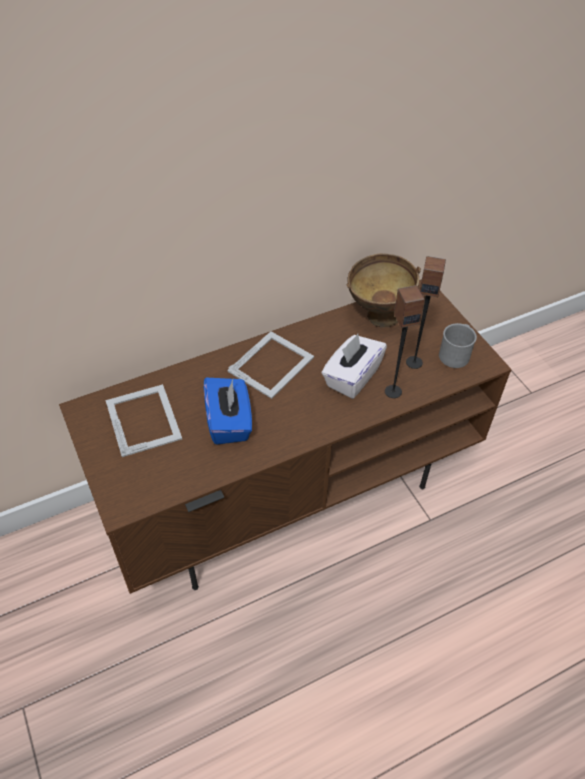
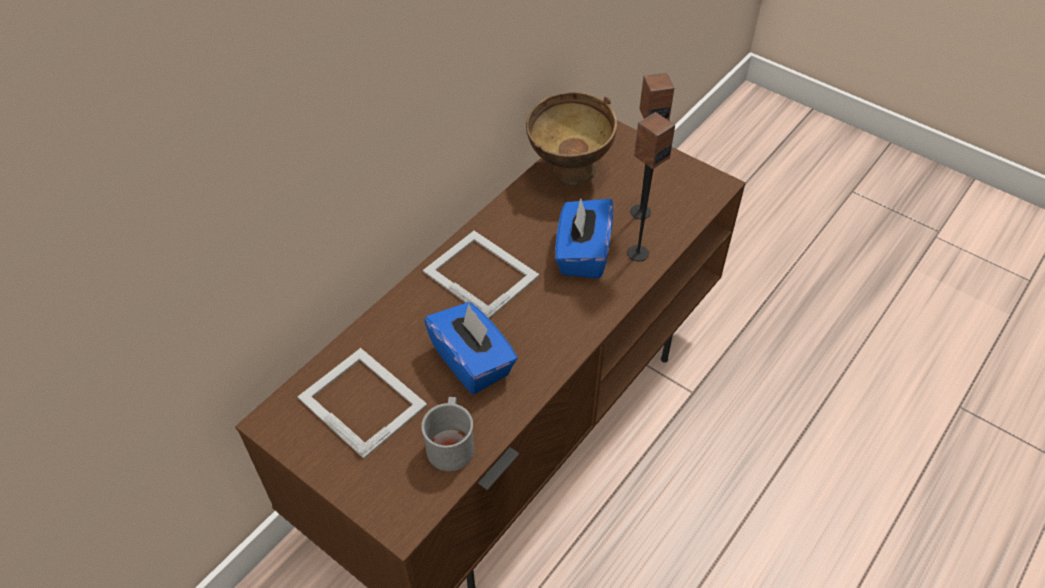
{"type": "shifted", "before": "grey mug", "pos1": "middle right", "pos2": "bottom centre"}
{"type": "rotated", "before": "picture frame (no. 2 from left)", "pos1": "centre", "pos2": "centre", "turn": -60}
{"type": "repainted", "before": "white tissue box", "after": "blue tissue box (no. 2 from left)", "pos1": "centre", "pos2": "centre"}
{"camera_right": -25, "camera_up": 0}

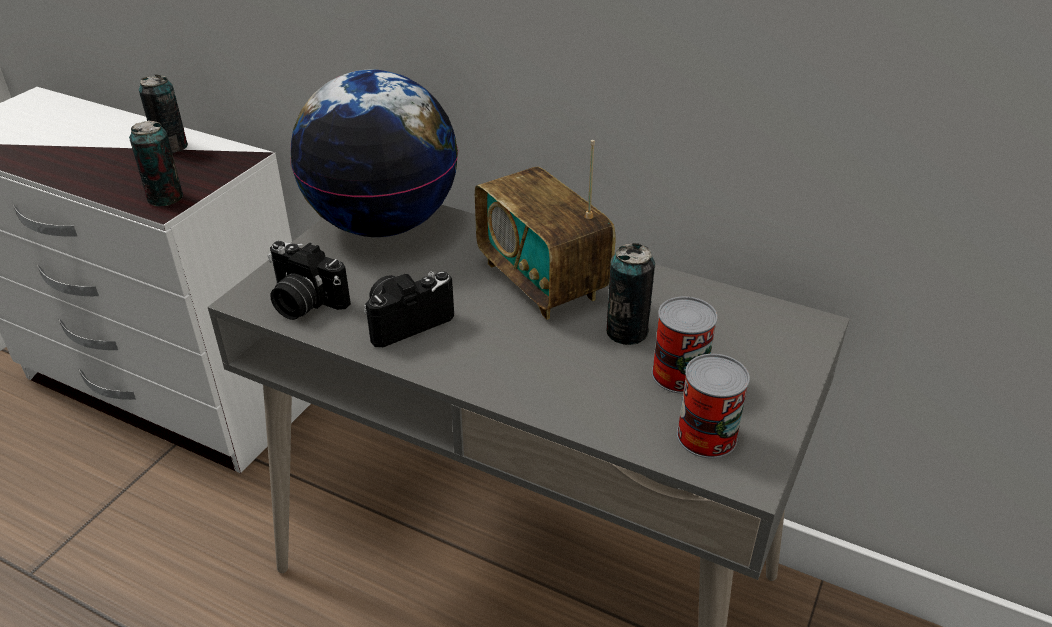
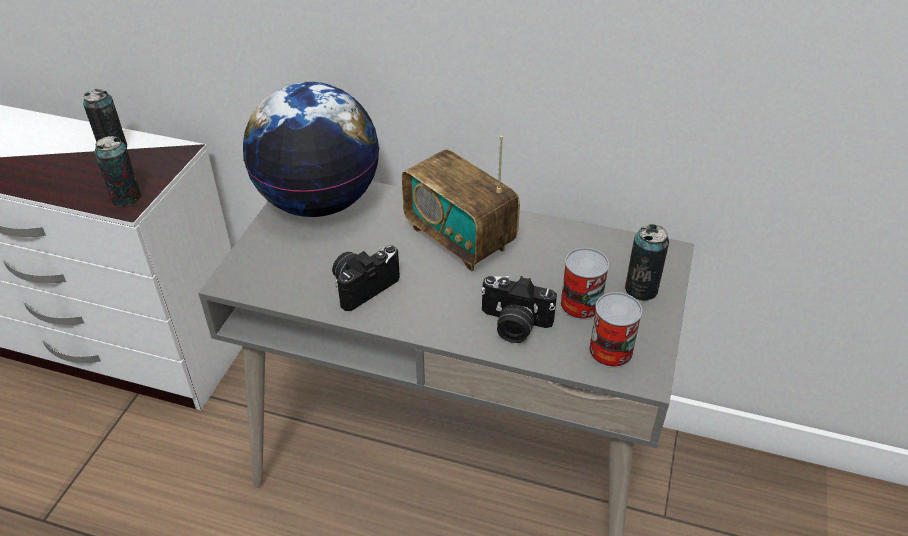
{"type": "shifted", "before": "photo camera (no. 1 from left in the first image)", "after": "photo camera (no. 2 from left)", "pos1": "middle left", "pos2": "centre"}
{"type": "shifted", "before": "can (no. 3 from left in the first image)", "after": "can (no. 5 from left)", "pos1": "centre", "pos2": "middle right"}
{"camera_right": -10, "camera_up": 5}

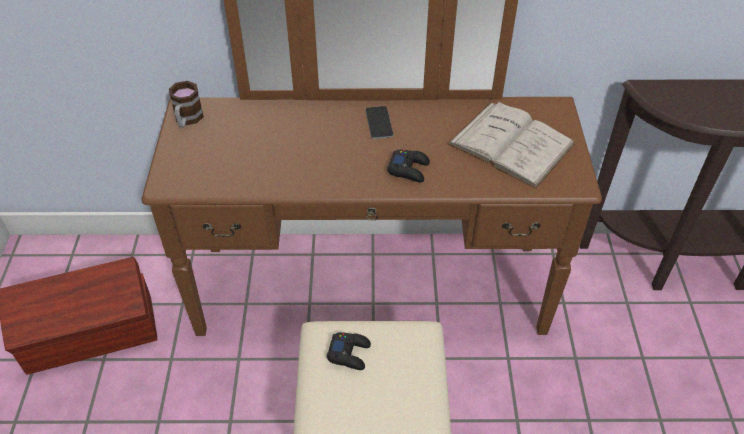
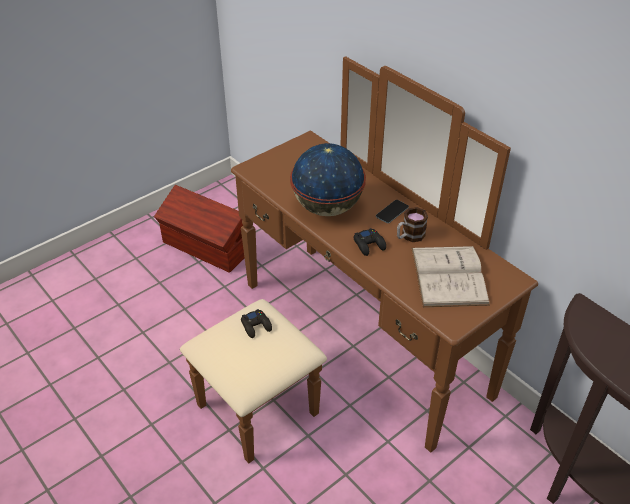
{"type": "new", "after": "globe", "pos2": "centre"}
{"type": "shifted", "before": "mug", "pos1": "top left", "pos2": "centre"}
{"camera_right": 50, "camera_up": -5}

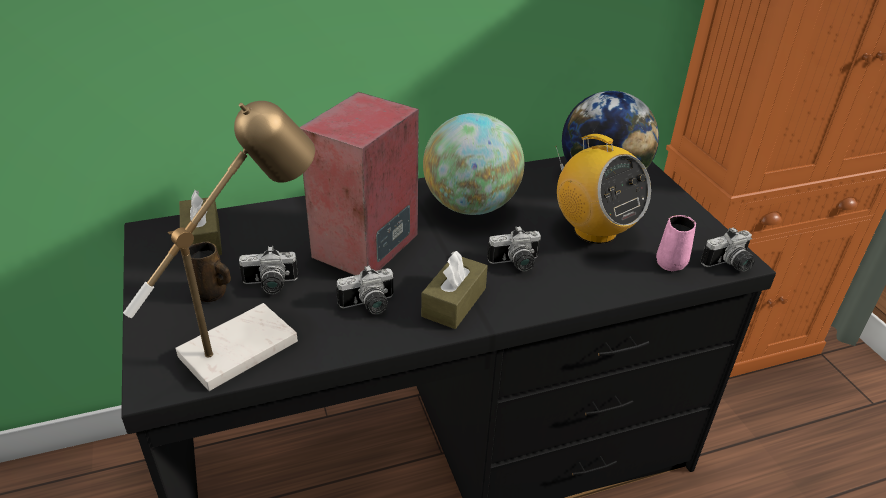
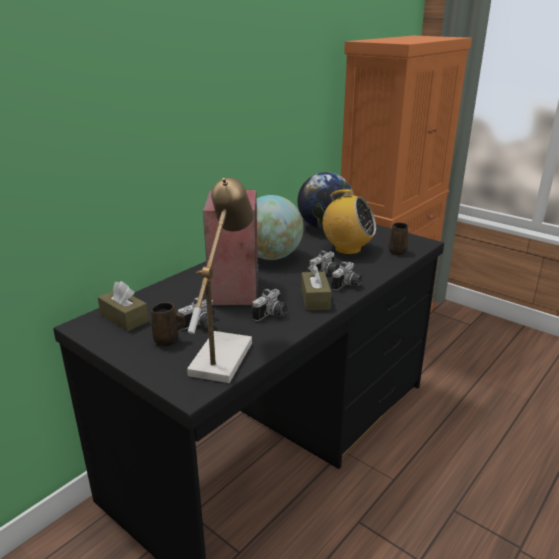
{"type": "shifted", "before": "photo camera (no. 4 from left)", "pos1": "middle right", "pos2": "centre"}
{"type": "repainted", "before": "pink mug", "after": "brown mug (no. 2 from left)", "pos1": "middle right", "pos2": "middle right"}
{"camera_right": -30, "camera_up": -10}

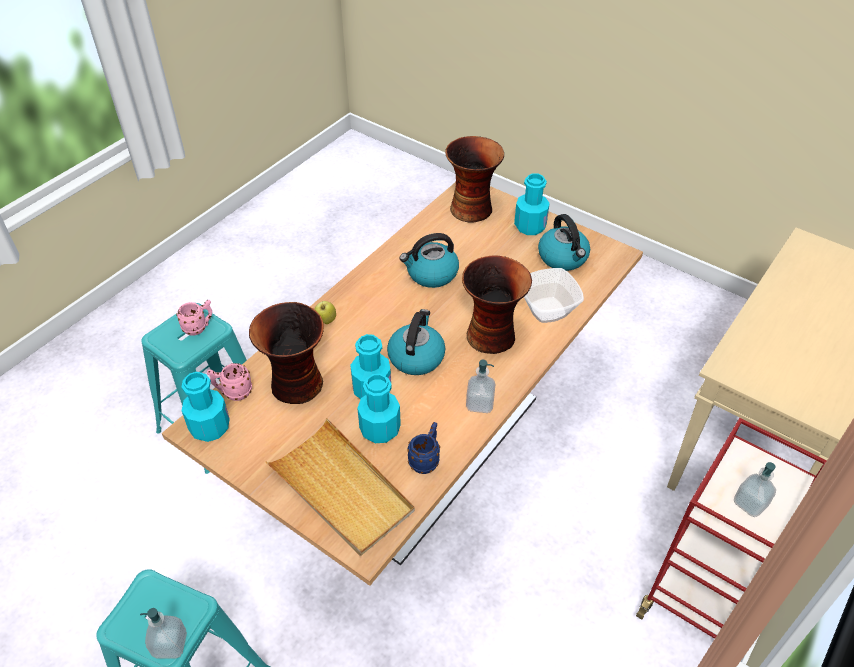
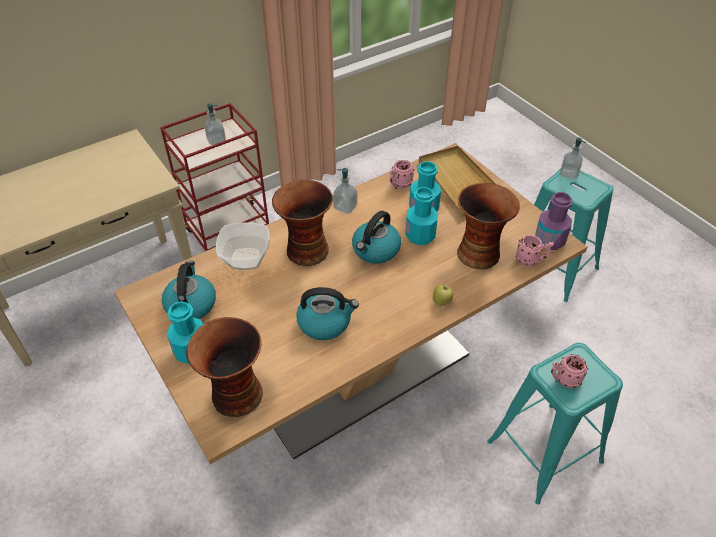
{"type": "repainted", "before": "blue mug", "after": "pink mug (no. 1 from left)", "pos1": "bottom centre", "pos2": "top centre"}
{"type": "repainted", "before": "turquoise bottle (no. 1 from left)", "after": "purple bottle", "pos1": "middle left", "pos2": "middle right"}
{"camera_right": -160, "camera_up": 0}

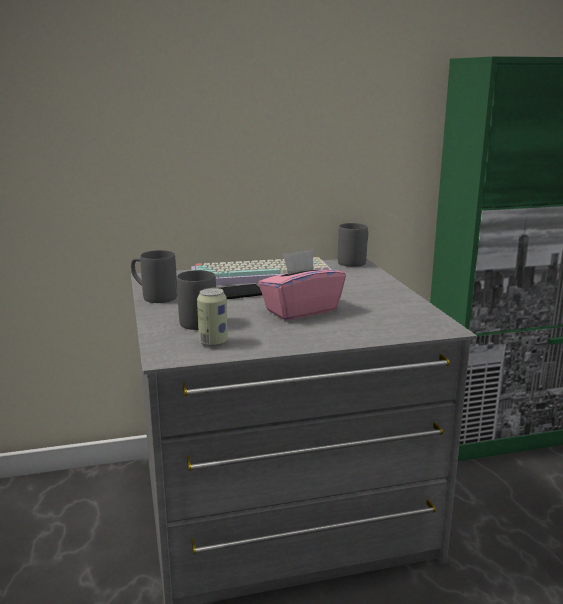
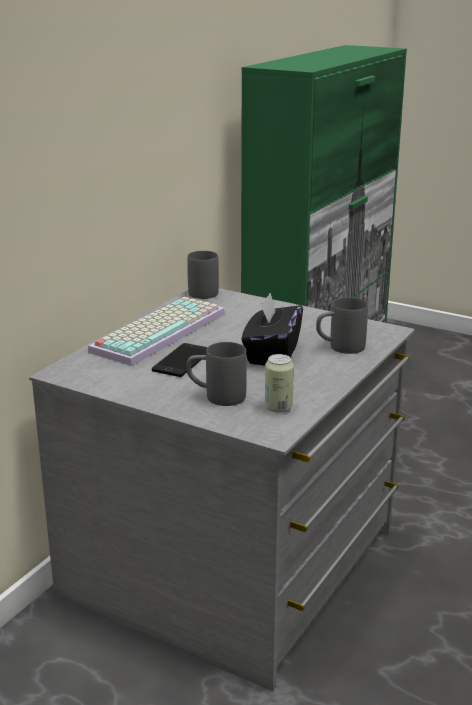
{"type": "repainted", "before": "pink tissue box", "after": "black tissue box", "pos1": "centre", "pos2": "centre"}
{"type": "shifted", "before": "grey mug (no. 1 from left in the first image)", "after": "grey mug (no. 3 from left)", "pos1": "middle left", "pos2": "middle right"}
{"camera_right": -45, "camera_up": 5}

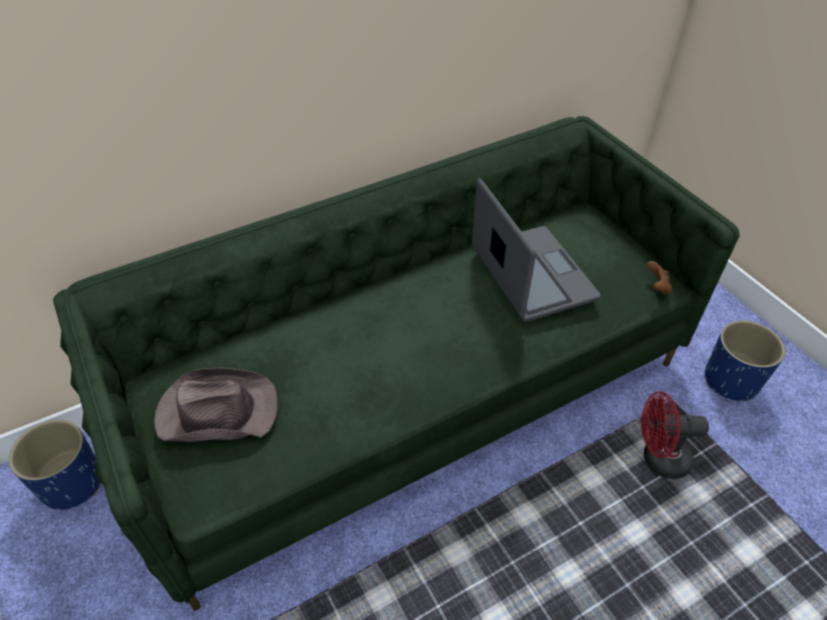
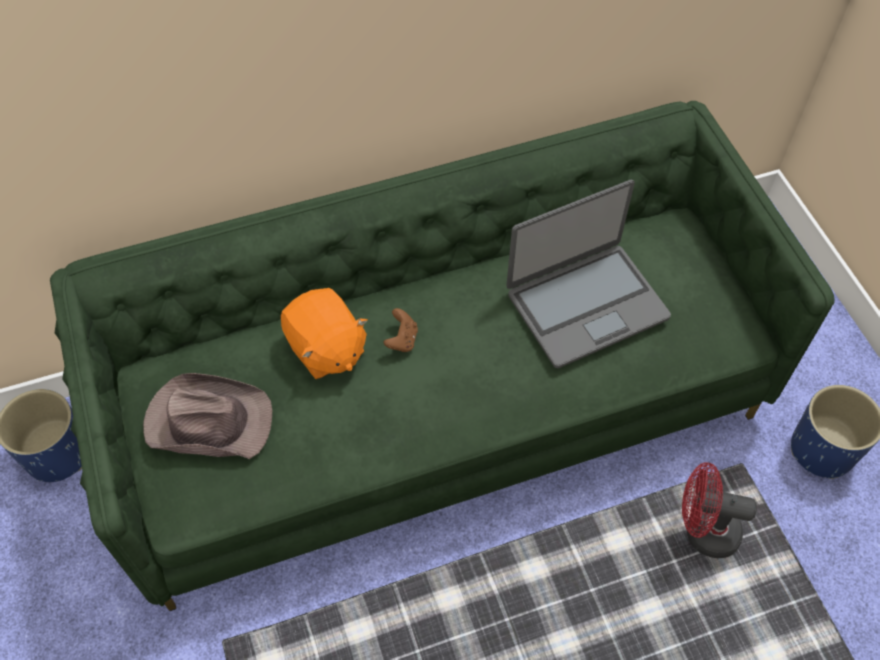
{"type": "new", "after": "orange plush toy", "pos2": "centre"}
{"type": "shifted", "before": "brown game controller", "pos1": "middle right", "pos2": "centre"}
{"type": "rotated", "before": "laptop", "pos1": "centre", "pos2": "middle right", "turn": 75}
{"camera_right": 10, "camera_up": 10}

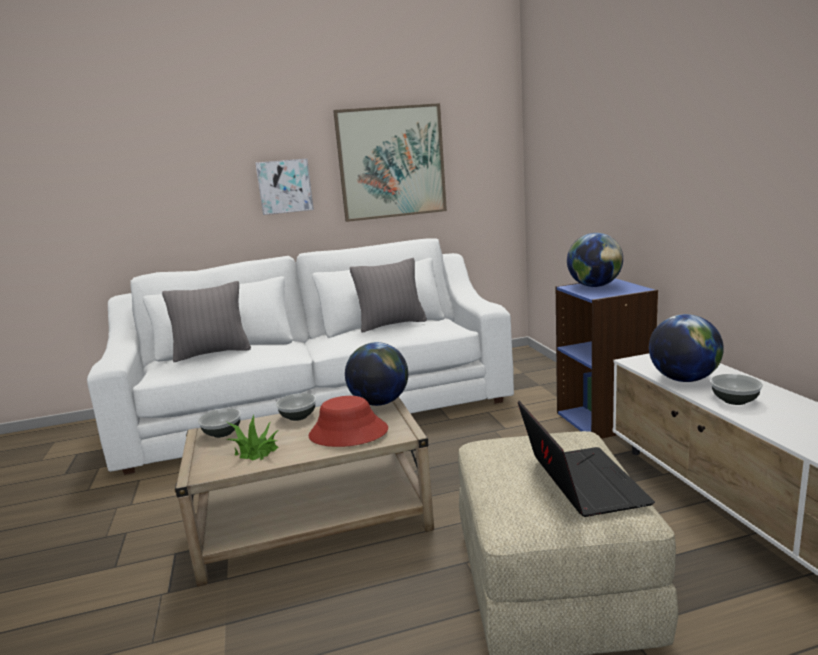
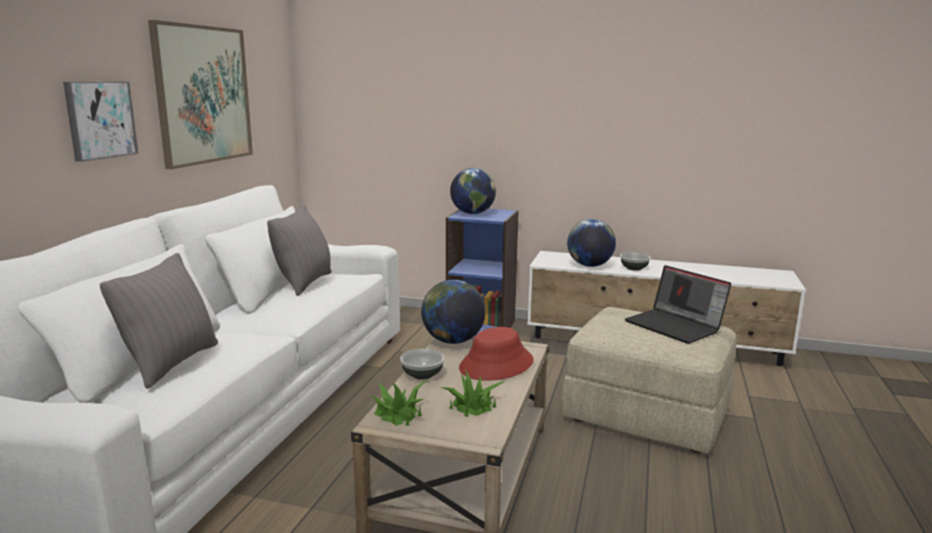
{"type": "swapped", "before": "bowl (no. 1 from left)", "after": "potted plant (no. 1 from left)", "pos1": "middle left", "pos2": "bottom centre"}
{"type": "rotated", "before": "laptop", "pos1": "bottom right", "pos2": "middle right", "turn": -150}
{"camera_right": -60, "camera_up": 0}

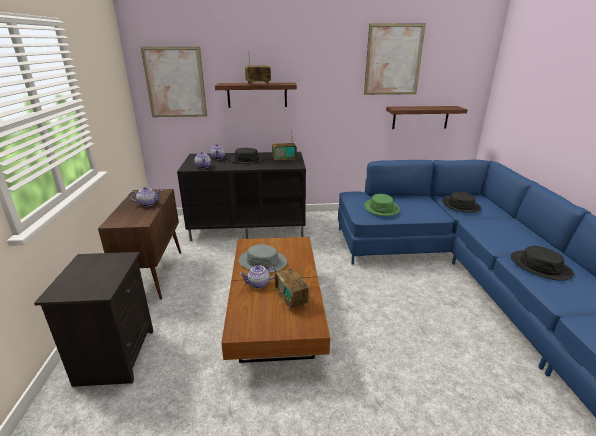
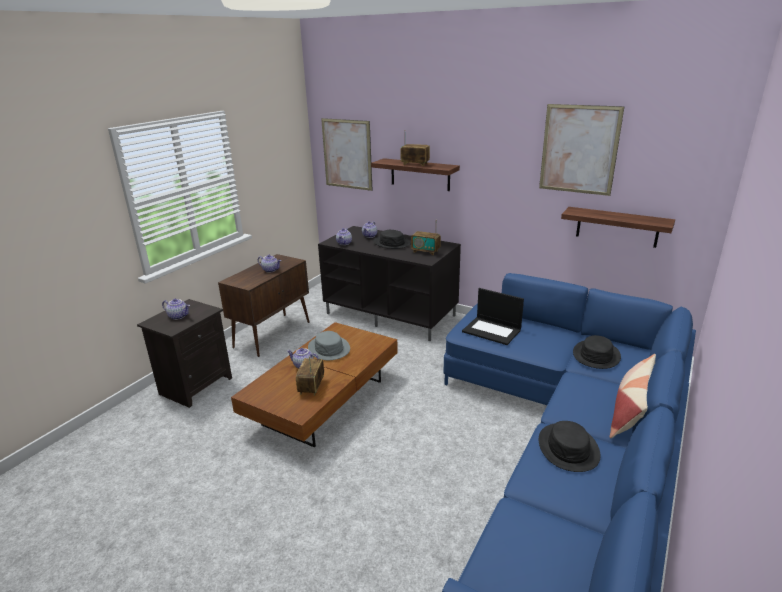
{"type": "new", "after": "teapot (no. 1 from left)", "pos2": "middle left"}
{"type": "swapped", "before": "green hat", "after": "laptop", "pos1": "centre", "pos2": "centre"}
{"type": "new", "after": "pillow", "pos2": "bottom right"}
{"camera_right": 35, "camera_up": 0}

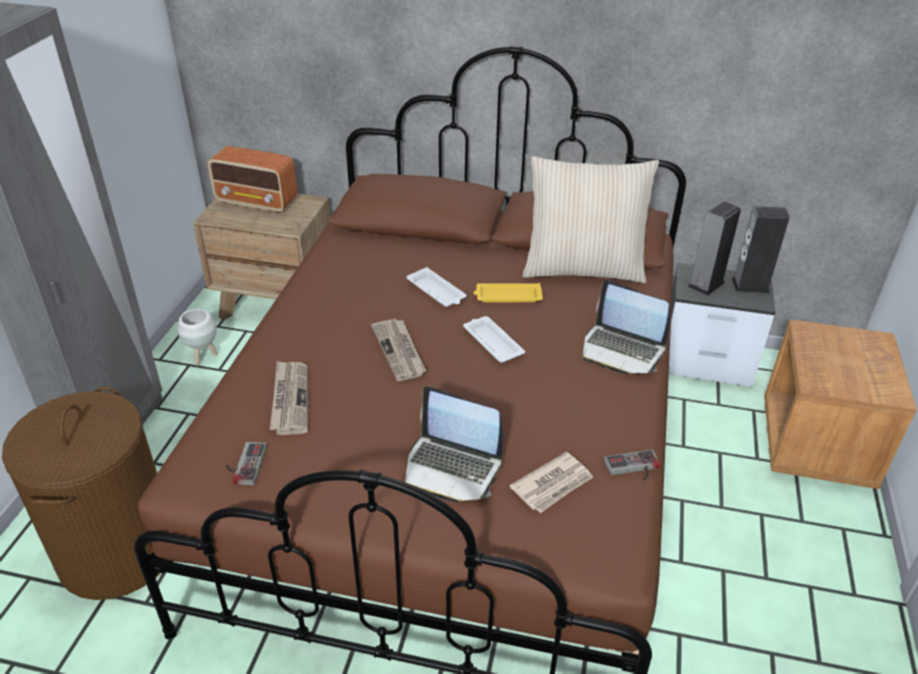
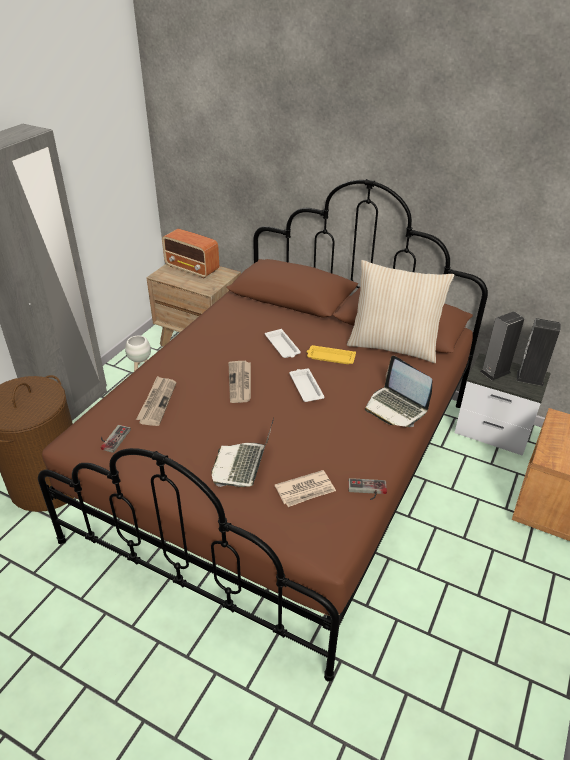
{"type": "rotated", "before": "laptop (no. 1 from left)", "pos1": "centre", "pos2": "centre", "turn": 60}
{"camera_right": 15, "camera_up": 0}

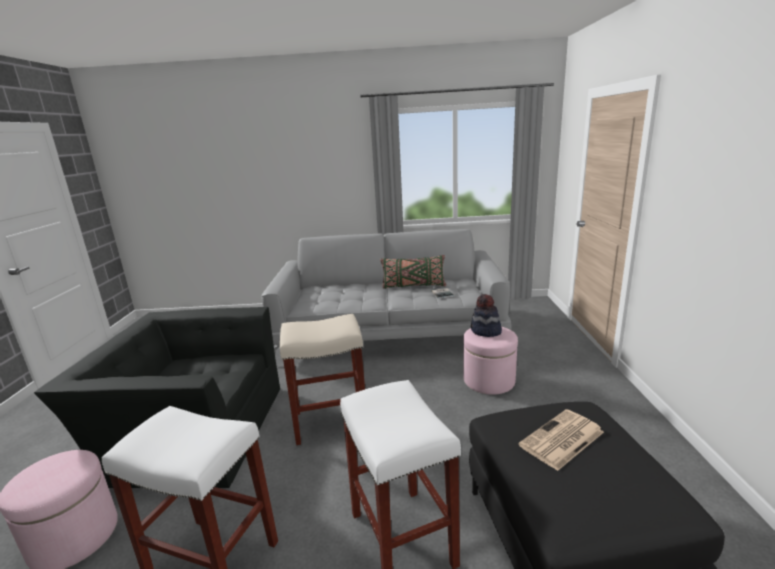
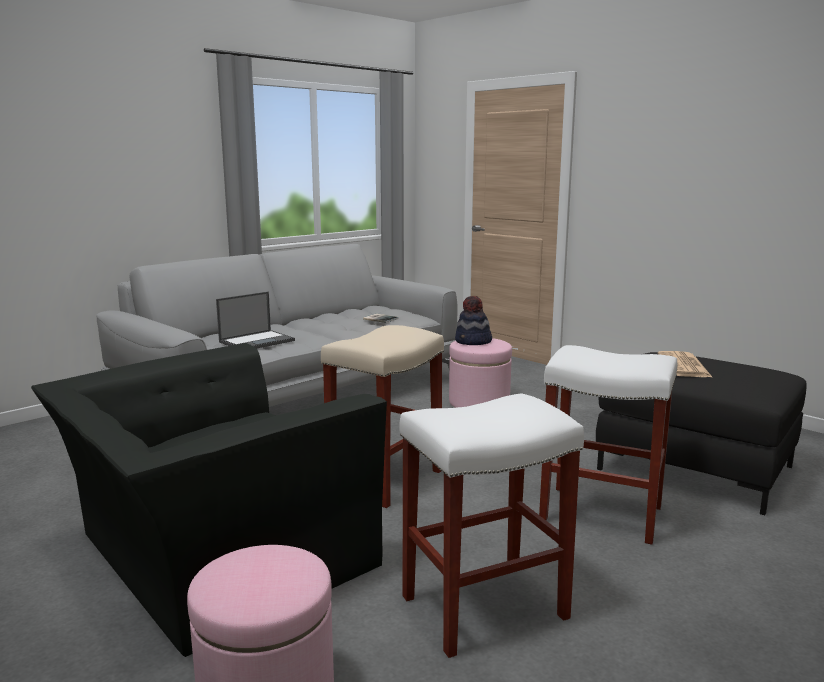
{"type": "new", "after": "laptop", "pos2": "middle left"}
{"type": "gone", "before": "green pillow", "pos1": "centre"}
{"camera_right": -45, "camera_up": -5}

